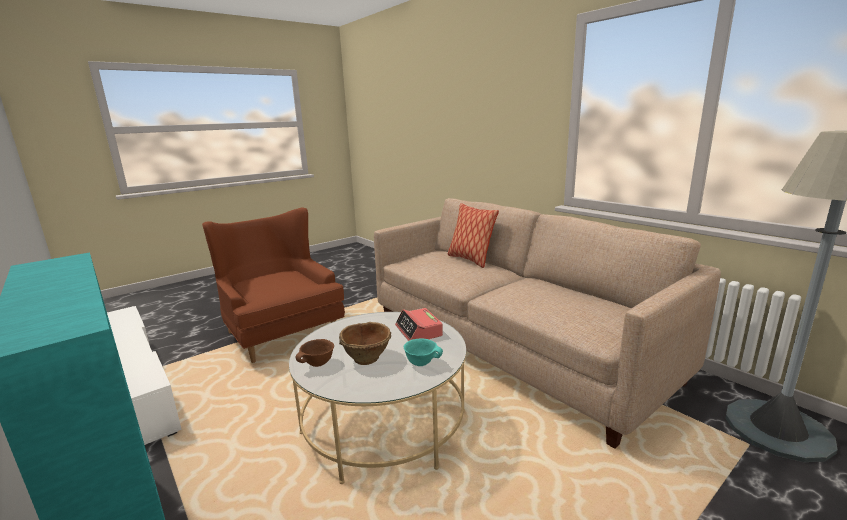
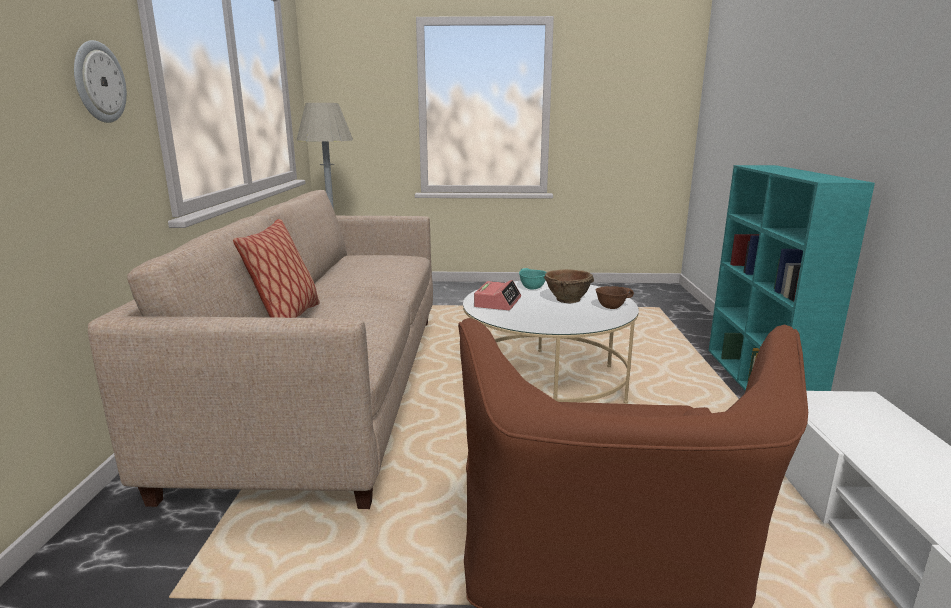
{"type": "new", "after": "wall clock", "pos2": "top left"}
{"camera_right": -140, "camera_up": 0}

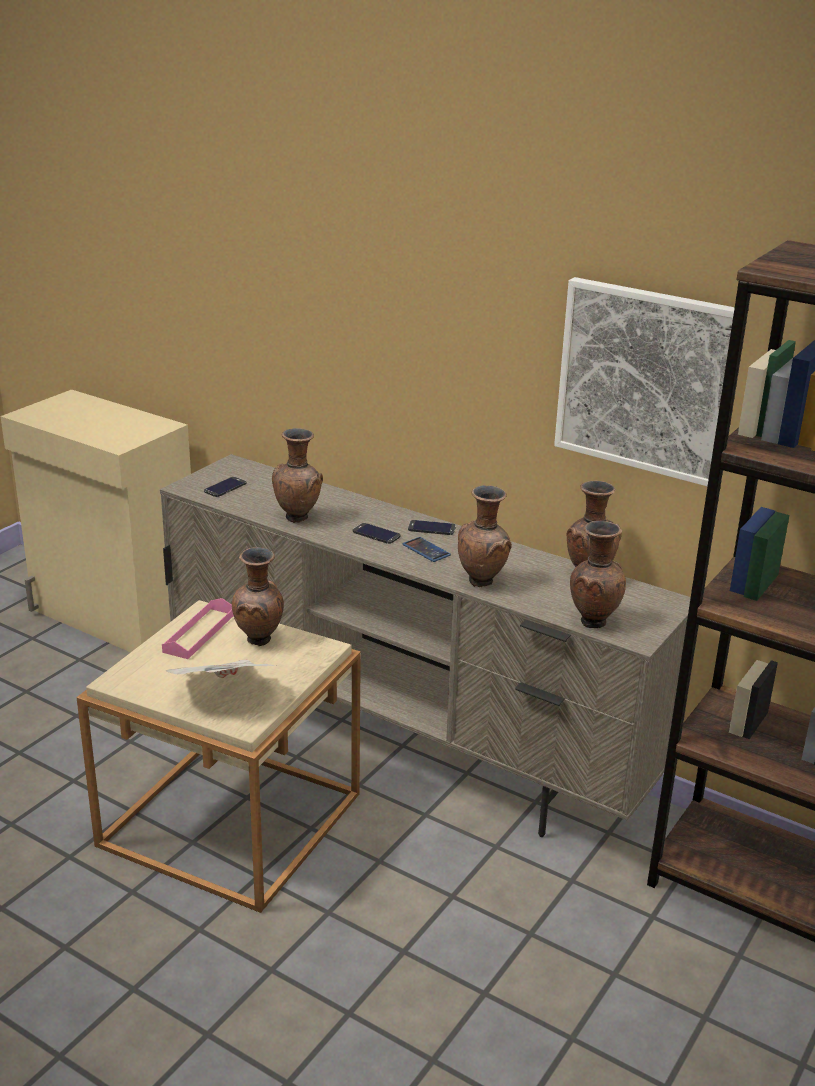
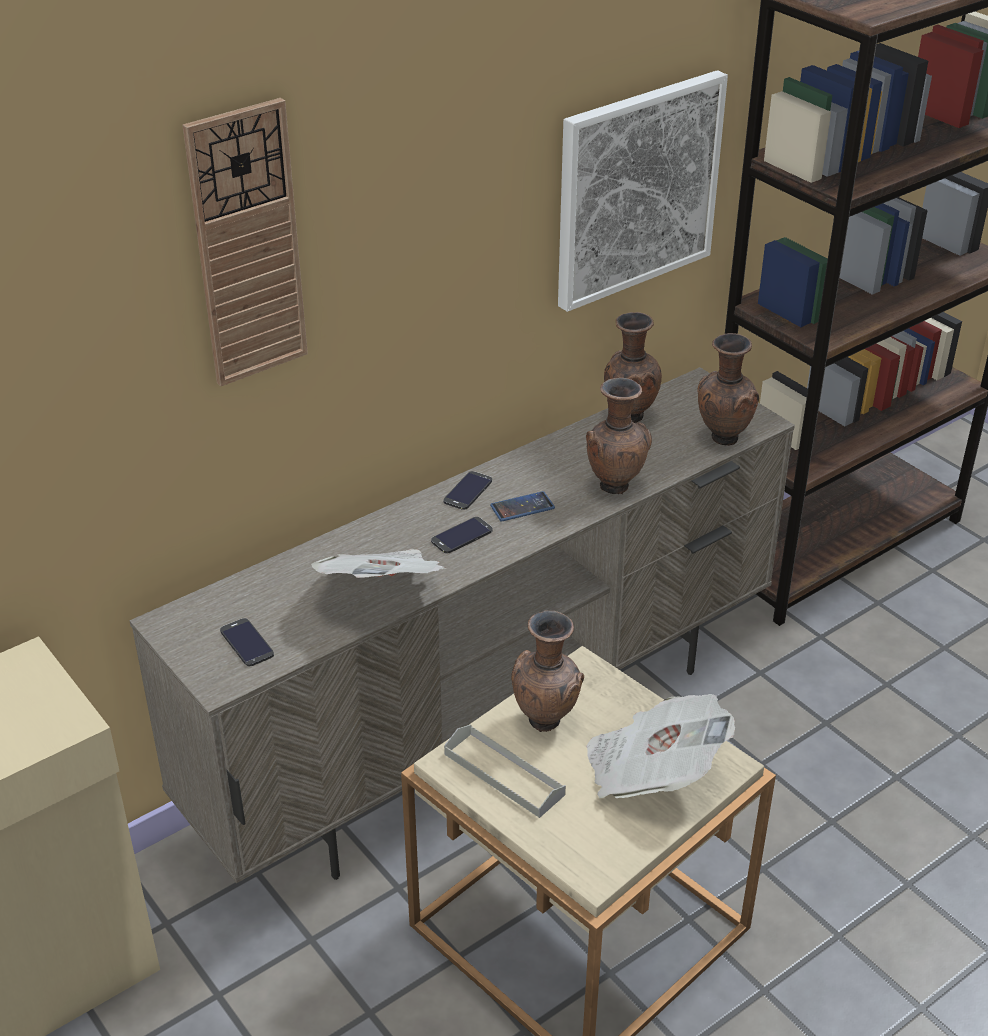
{"type": "new", "after": "wall clock", "pos2": "top left"}
{"type": "swapped", "before": "brown vase (no. 2 from left)", "after": "newspaper (no. 1 from left)", "pos1": "centre", "pos2": "centre"}
{"type": "repainted", "before": "pink tray", "after": "grey tray", "pos1": "middle left", "pos2": "bottom centre"}
{"camera_right": -70, "camera_up": 10}

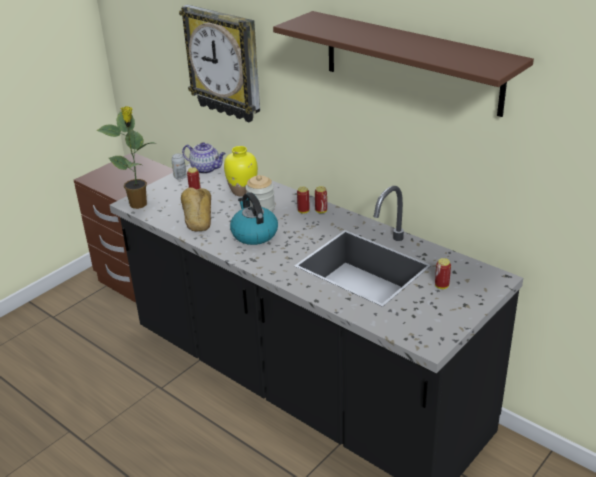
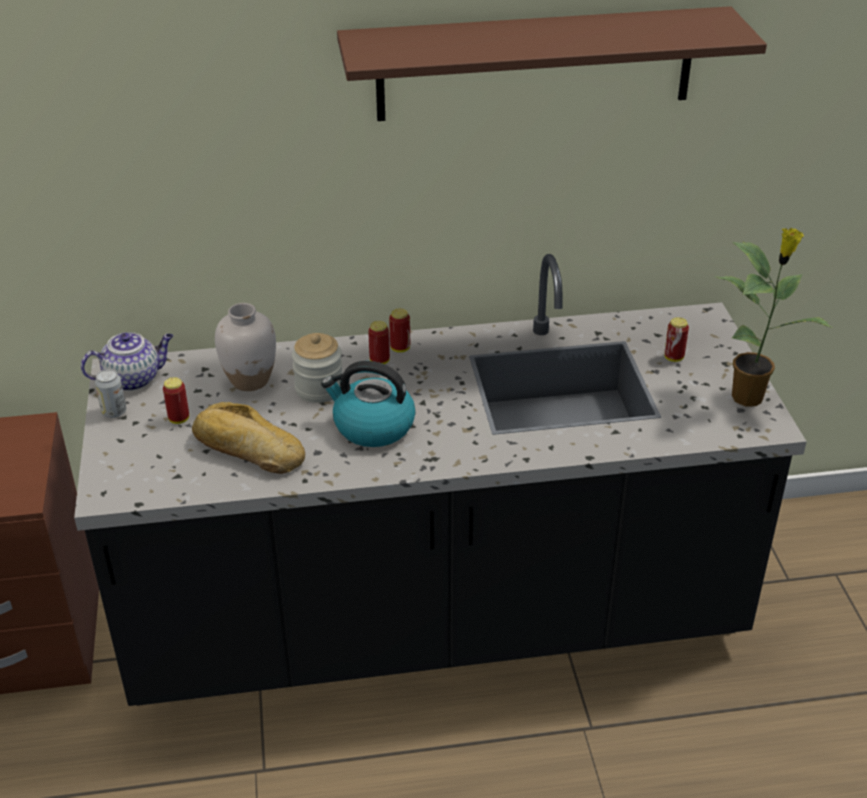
{"type": "repainted", "before": "yellow vase", "after": "white vase", "pos1": "centre", "pos2": "middle left"}
{"type": "shifted", "before": "potted plant", "pos1": "top left", "pos2": "middle right"}
{"type": "gone", "before": "wall clock", "pos1": "top centre"}
{"camera_right": -50, "camera_up": 5}

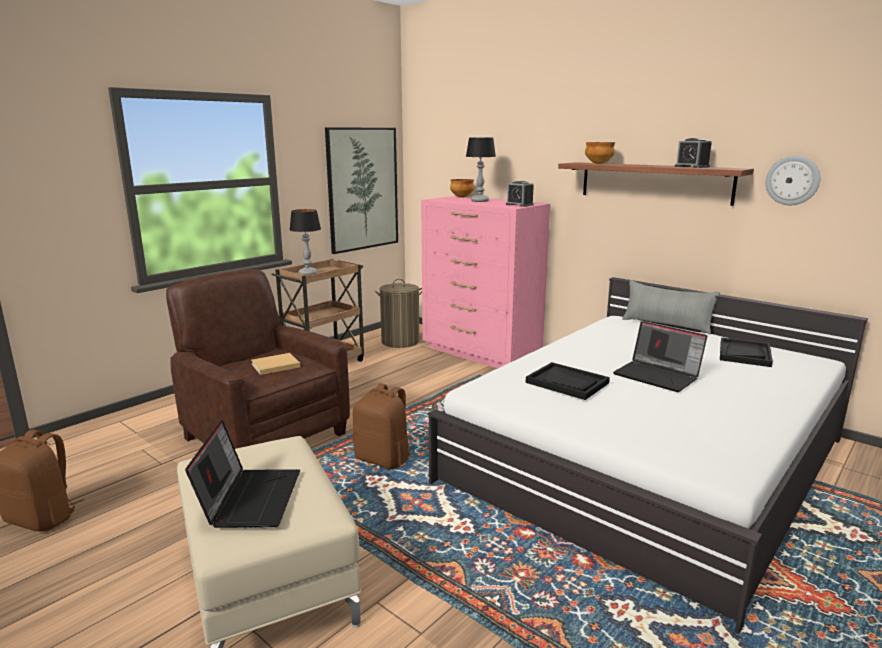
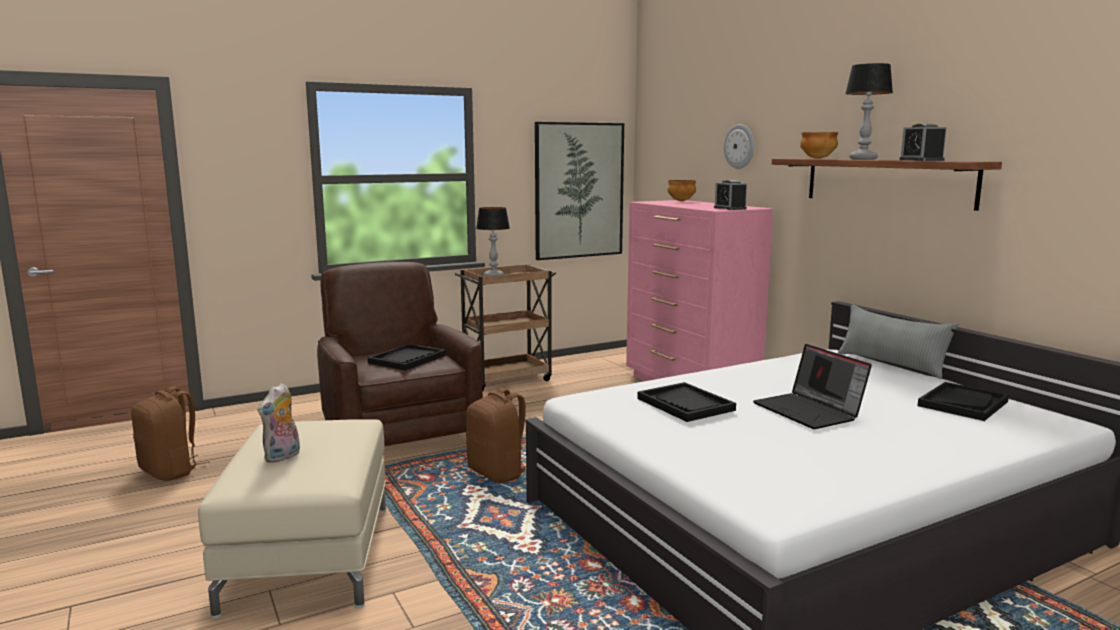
{"type": "swapped", "before": "laptop (no. 1 from left)", "after": "plush toy", "pos1": "bottom left", "pos2": "bottom left"}
{"type": "swapped", "before": "beige book", "after": "black tray (no. 1 from left)", "pos1": "middle left", "pos2": "centre"}
{"type": "shifted", "before": "wall clock", "pos1": "top right", "pos2": "top centre"}
{"type": "shifted", "before": "table lamp (no. 2 from left)", "pos1": "top centre", "pos2": "top right"}
{"type": "gone", "before": "laundry basket", "pos1": "centre"}
{"camera_right": 20, "camera_up": -5}

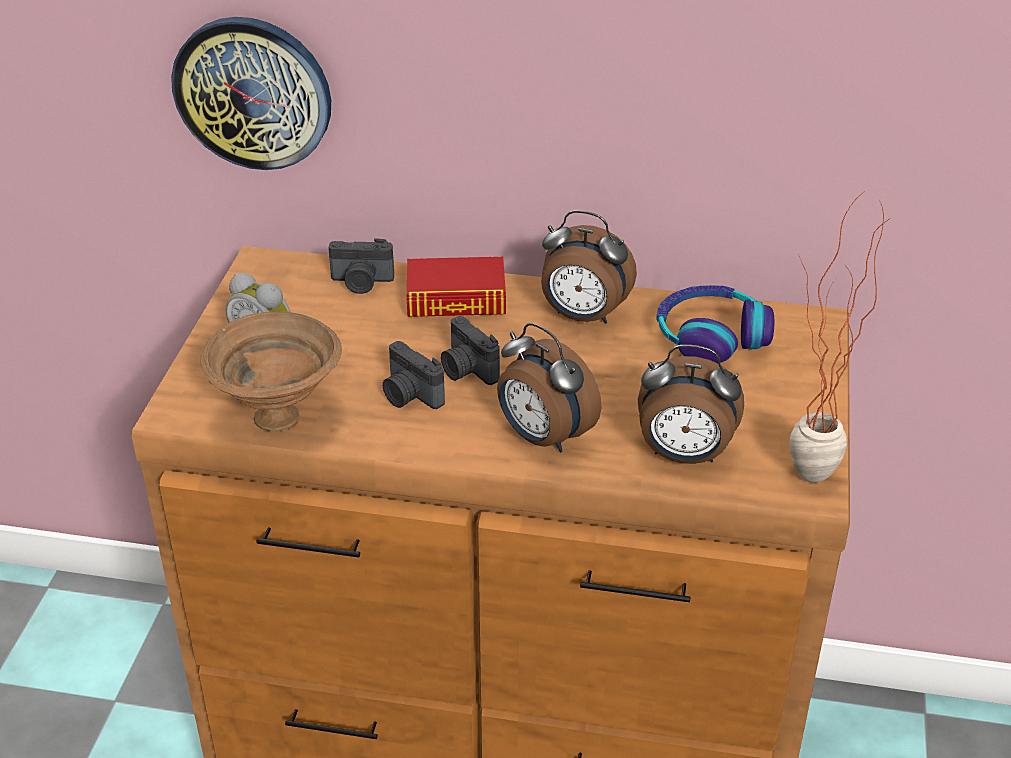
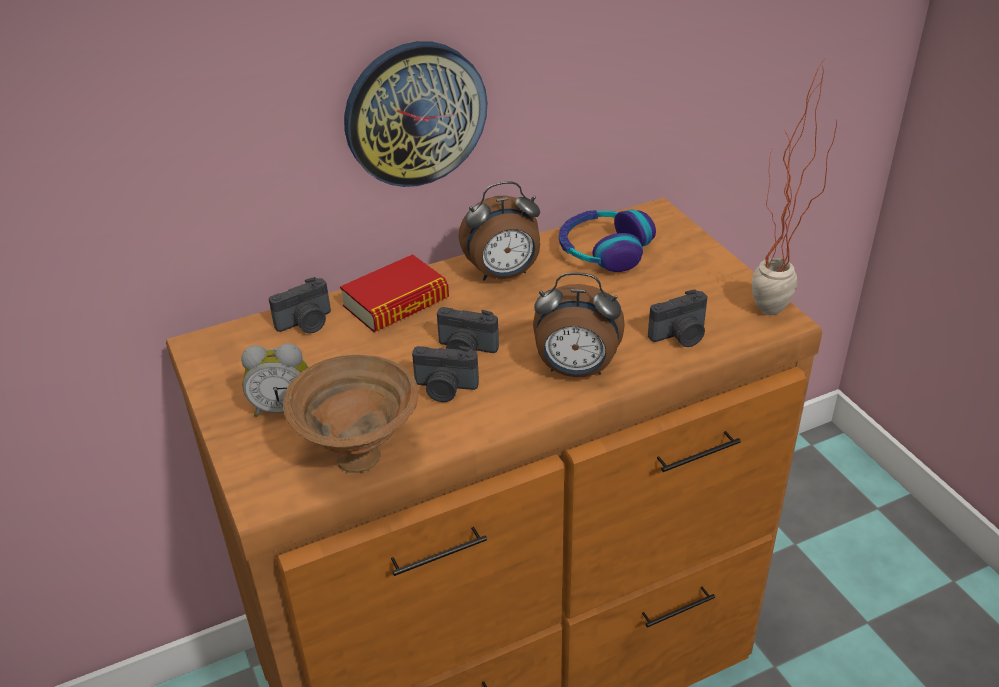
{"type": "shifted", "before": "wall clock", "pos1": "top left", "pos2": "top centre"}
{"type": "swapped", "before": "alarm clock (no. 4 from left)", "after": "photo camera (no. 4 from left)", "pos1": "middle right", "pos2": "middle right"}
{"camera_right": -35, "camera_up": 0}

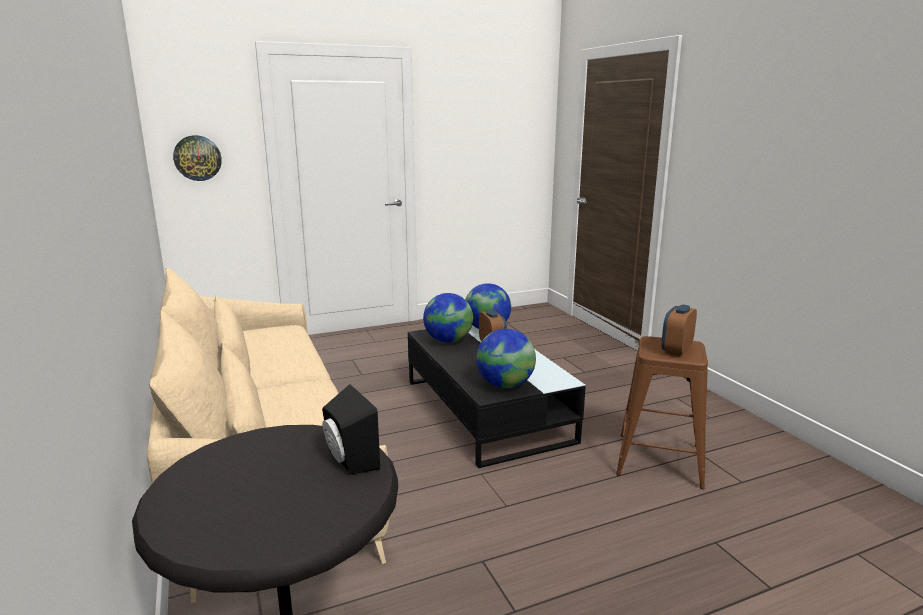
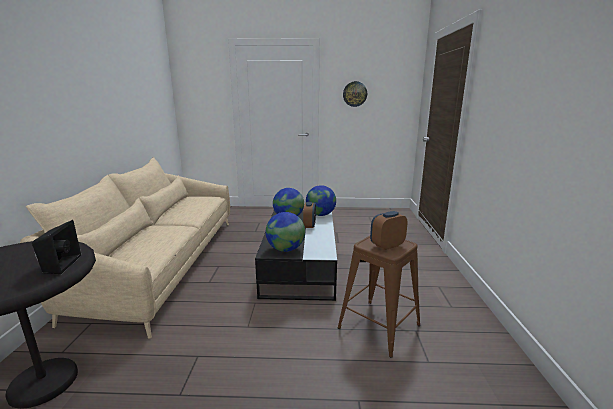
{"type": "shifted", "before": "wall clock", "pos1": "top left", "pos2": "top centre"}
{"camera_right": 25, "camera_up": 0}

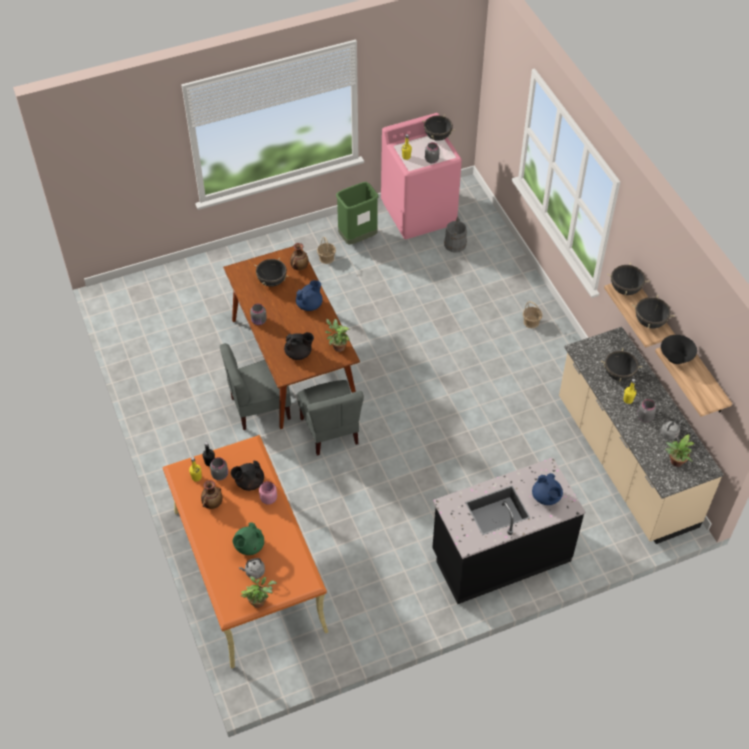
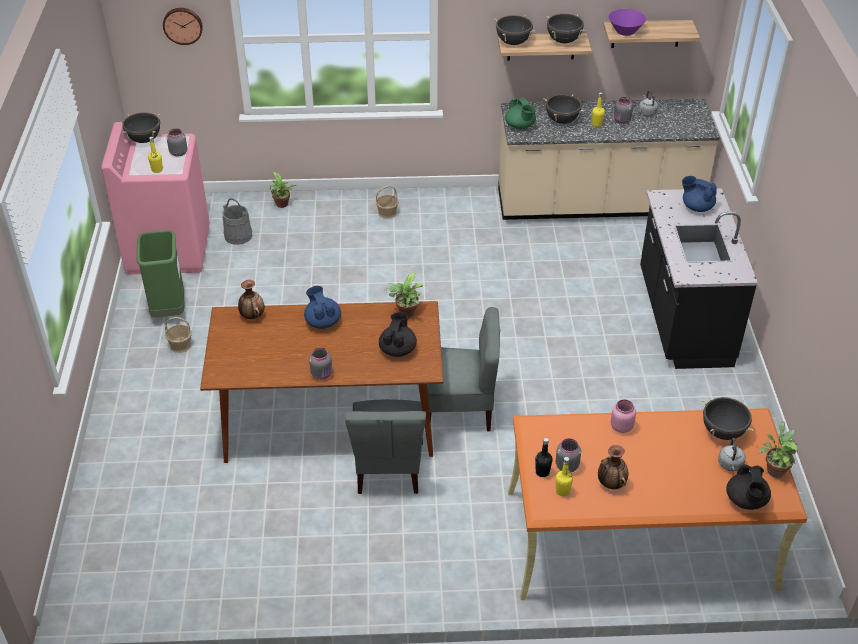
{"type": "new", "after": "wall clock", "pos2": "top left"}
{"type": "shifted", "before": "potted plant (no. 3 from left in the first image)", "after": "potted plant (no. 1 from left)", "pos1": "middle right", "pos2": "top left"}
{"type": "shifted", "before": "green teapot", "pos1": "bottom left", "pos2": "top centre"}
{"type": "repainted", "before": "black bowl", "after": "purple bowl", "pos1": "middle right", "pos2": "top right"}
{"type": "rotated", "before": "blue teapot (no. 2 from left)", "pos1": "middle right", "pos2": "top right", "turn": -150}
{"type": "shifted", "before": "black cooking pot (no. 1 from left in the first image)", "after": "black cooking pot (no. 5 from left)", "pos1": "centre", "pos2": "middle right"}
{"type": "shifted", "before": "black teapot (no. 1 from left in the first image)", "after": "black teapot (no. 2 from left)", "pos1": "middle left", "pos2": "bottom right"}
{"camera_right": -70, "camera_up": -10}

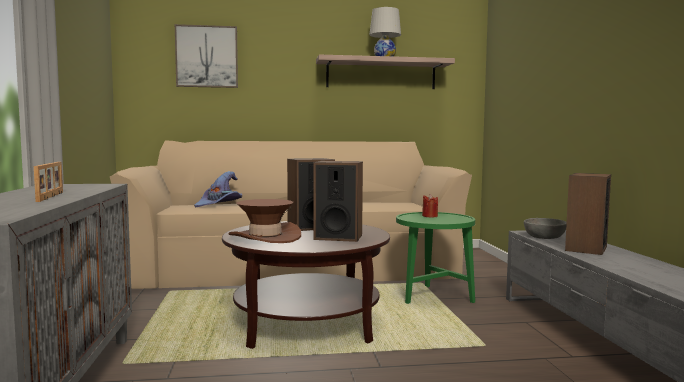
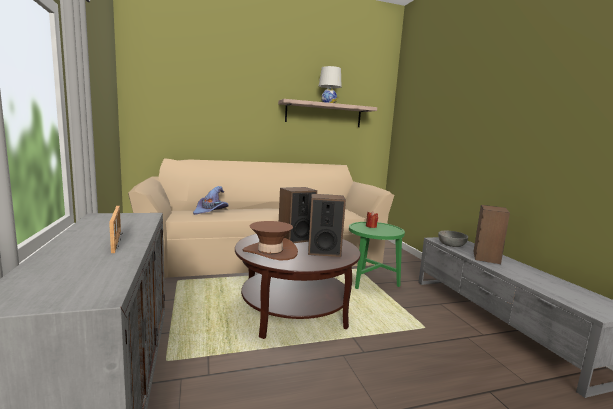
{"type": "gone", "before": "picture", "pos1": "top left"}
{"camera_right": -10, "camera_up": 5}

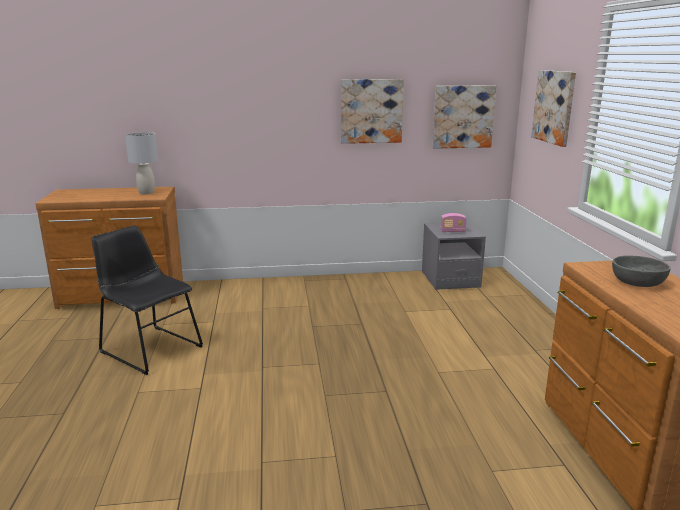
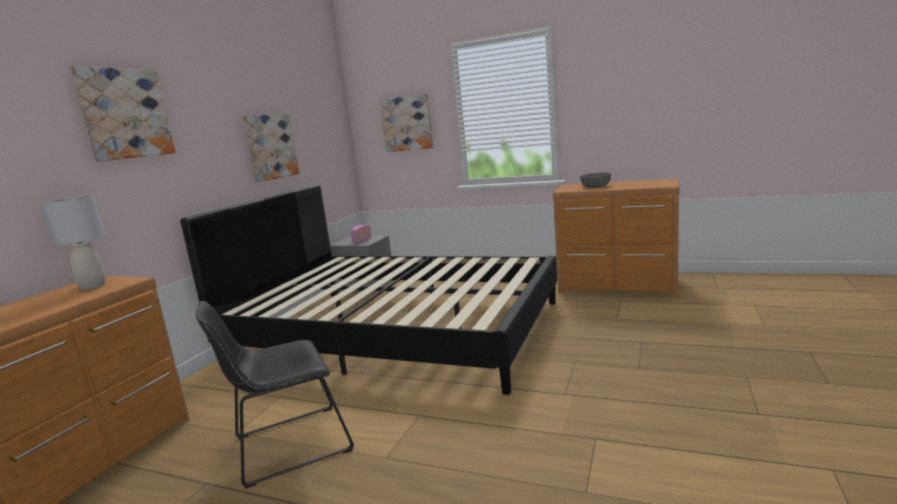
{"type": "shifted", "before": "picture (no. 2 from left in the first image)", "after": "picture (no. 1 from left)", "pos1": "top right", "pos2": "top left"}
{"type": "new", "after": "black bed", "pos2": "centre"}
{"camera_right": -60, "camera_up": -5}

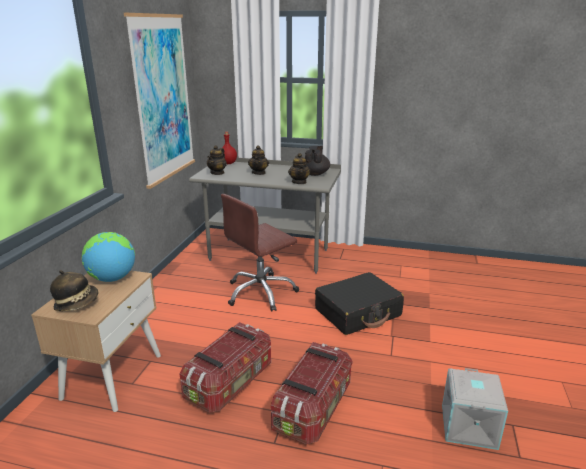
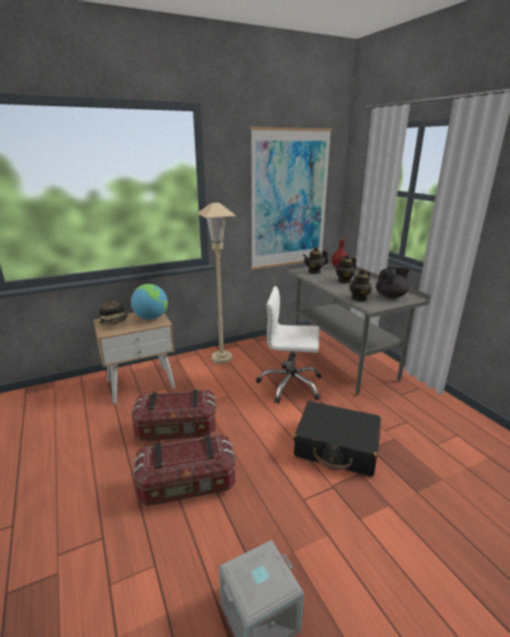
{"type": "new", "after": "beige floor lamp", "pos2": "centre"}
{"type": "repainted", "before": "brown office chair", "after": "white office chair", "pos1": "centre", "pos2": "centre"}
{"camera_right": 50, "camera_up": 0}

